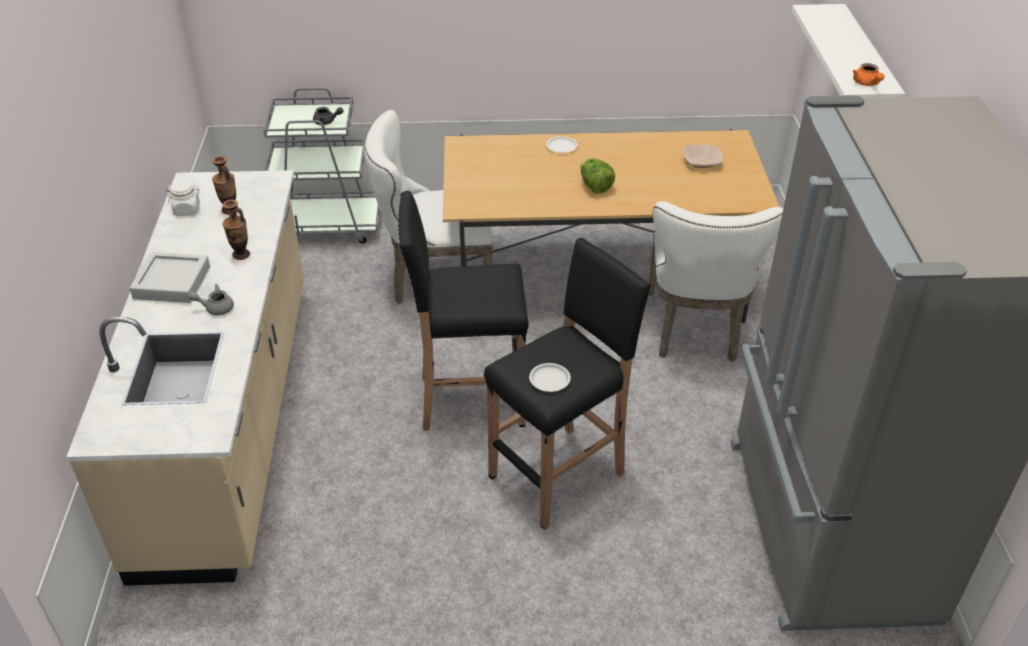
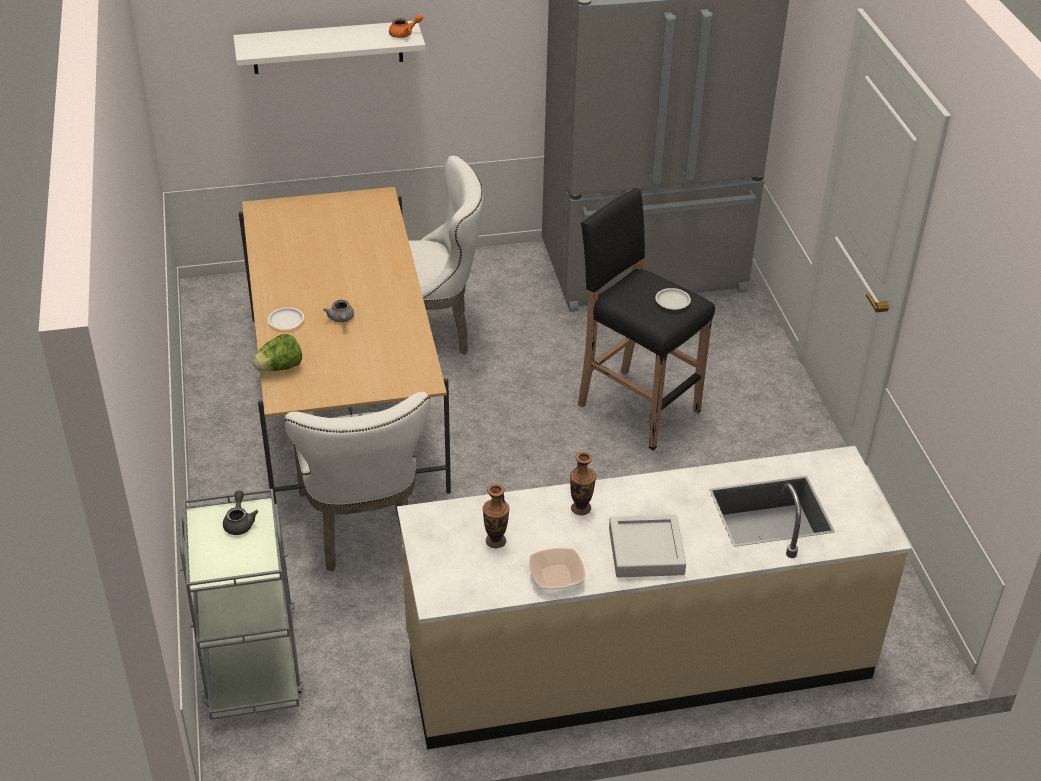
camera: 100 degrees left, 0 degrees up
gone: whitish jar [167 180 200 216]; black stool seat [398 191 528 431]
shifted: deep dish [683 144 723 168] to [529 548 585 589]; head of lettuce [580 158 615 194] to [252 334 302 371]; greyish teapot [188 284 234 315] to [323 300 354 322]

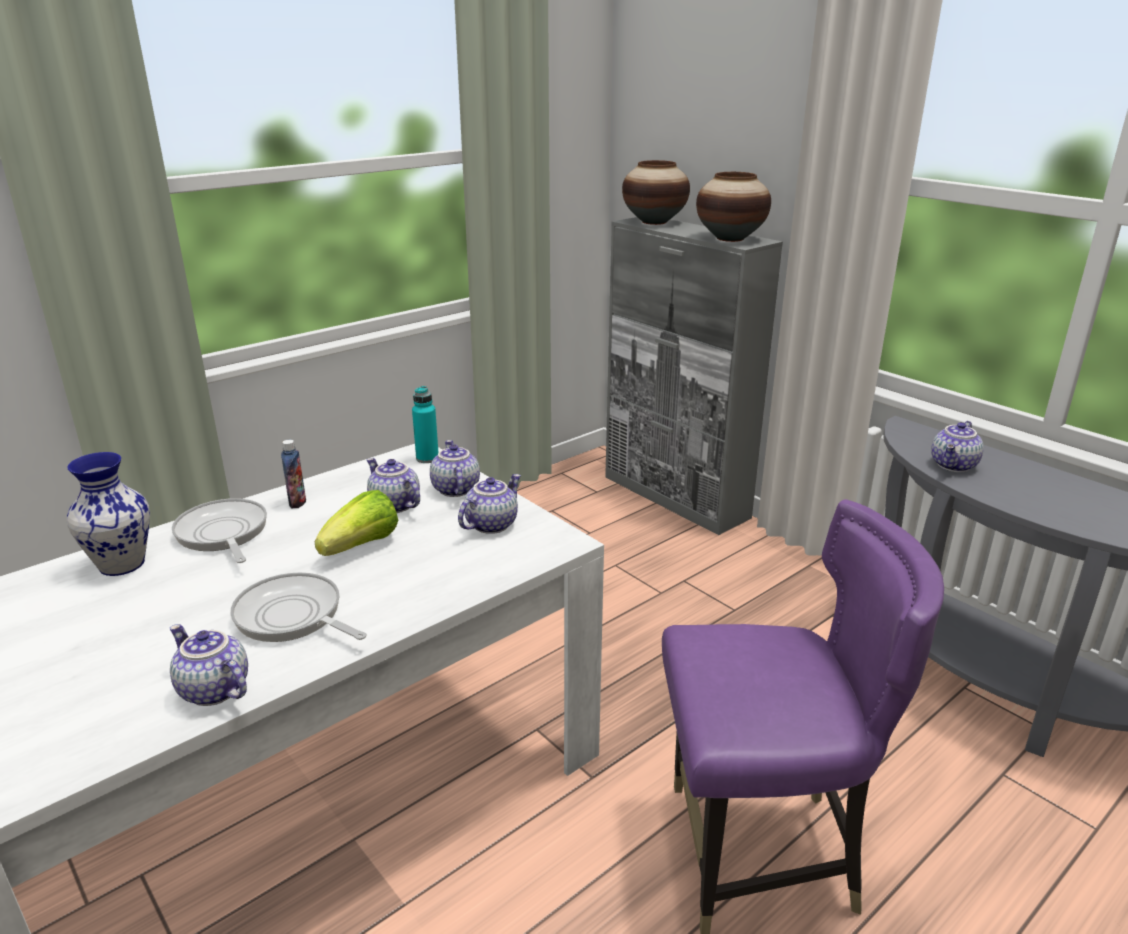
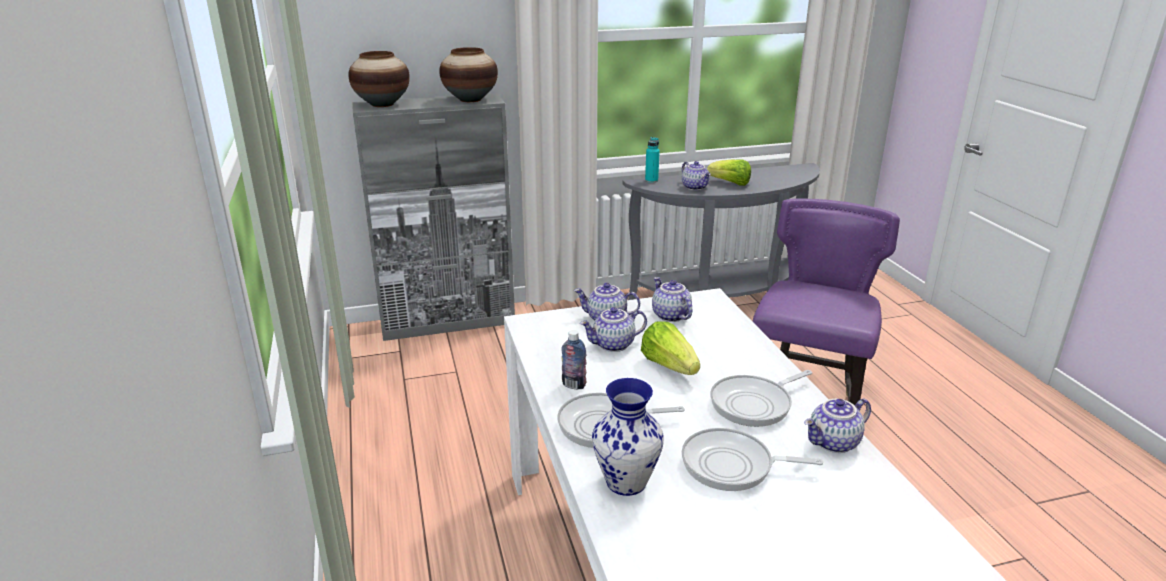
camera: 65 degrees left, 0 degrees up
new: head of lettuce [707 159 751 186]; skillet [681 428 823 491]
shifted: turquoise-coloured drink bottle [412 386 439 463] to [645 137 660 183]

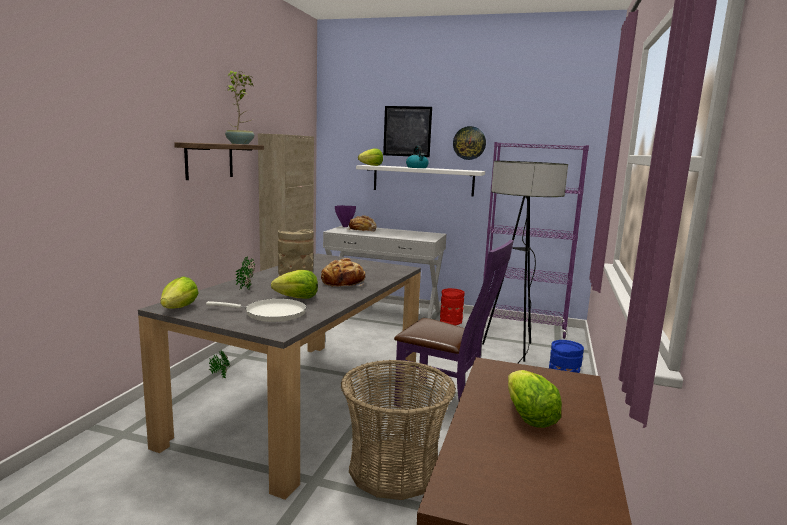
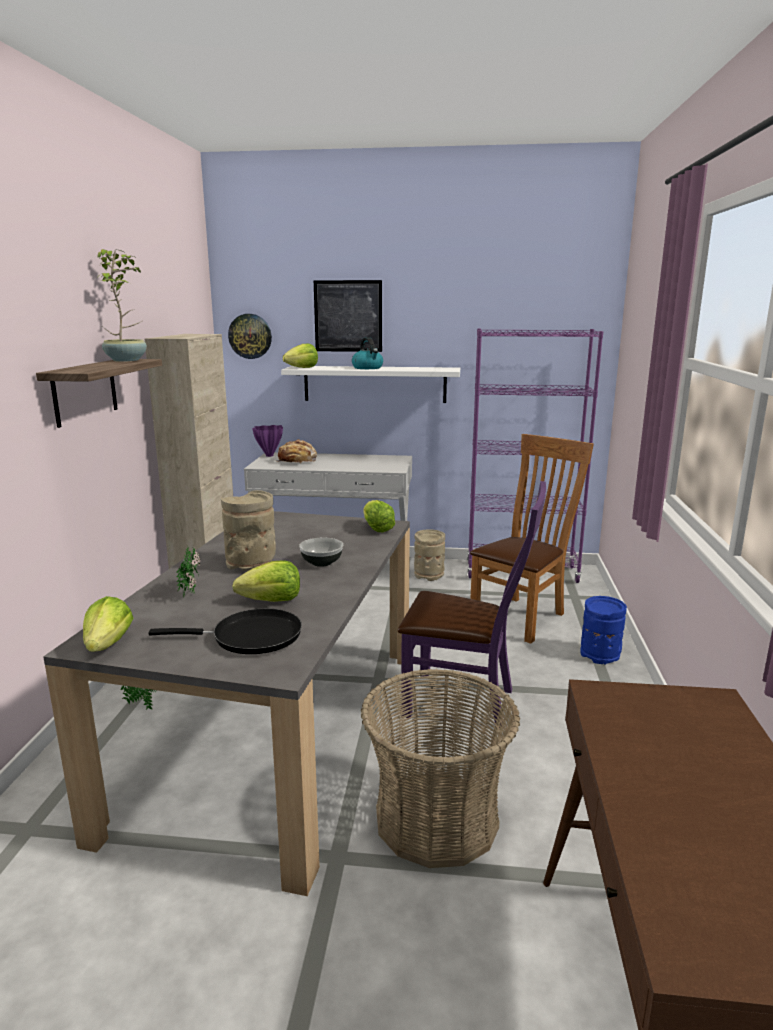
camera: 10 degrees left, 5 degrees up
shifted: clock on the wall [453 126 486 160] to [228 314 272 359]; head of lettuce [508 370 562 428] to [363 500 395 532]
swapped: standing lamp [482 161 568 364] to brown upright chair [470 434 594 644]; baked bread [321 258 365 287] to deep dish [299 538 343 567]
repainted: reddish flower vase [440 288 465 325] to beige-coloured flower vase [414 529 445 581]; whitish skillet [206 299 307 322] to black skillet [148 608 302 654]

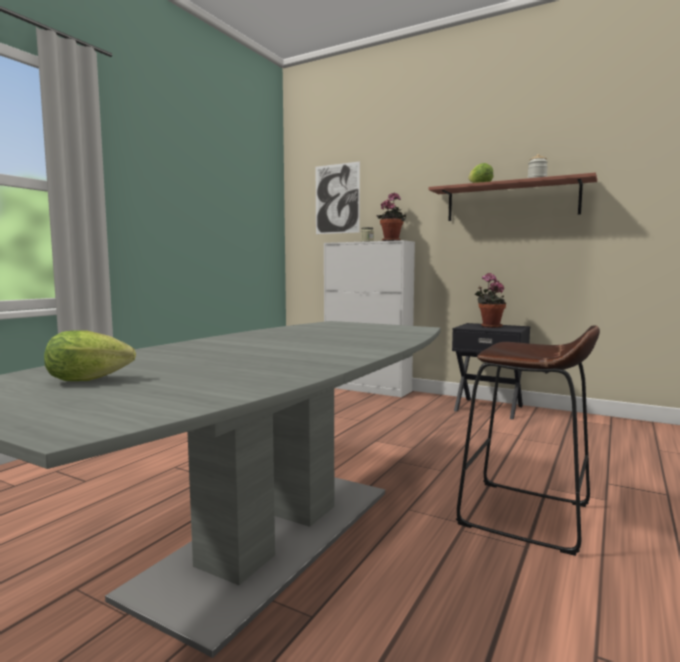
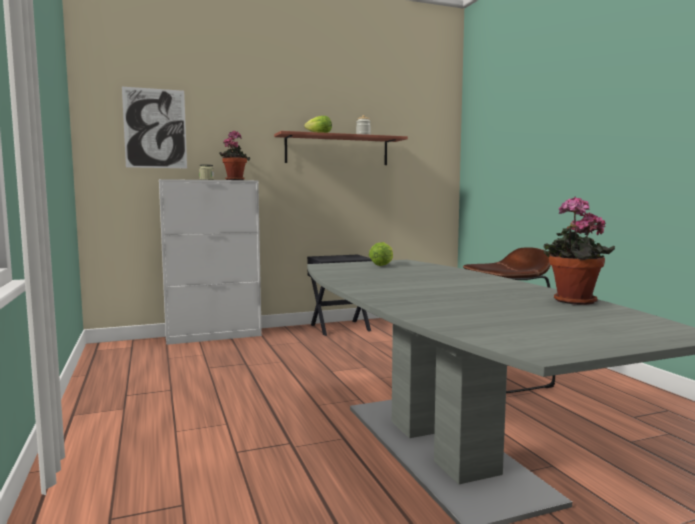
camera: 50 degrees left, 0 degrees up
shifted: houseplant [475 273 506 328] to [544 197 615 305]; head of lettuce [44 330 136 381] to [369 242 393 266]

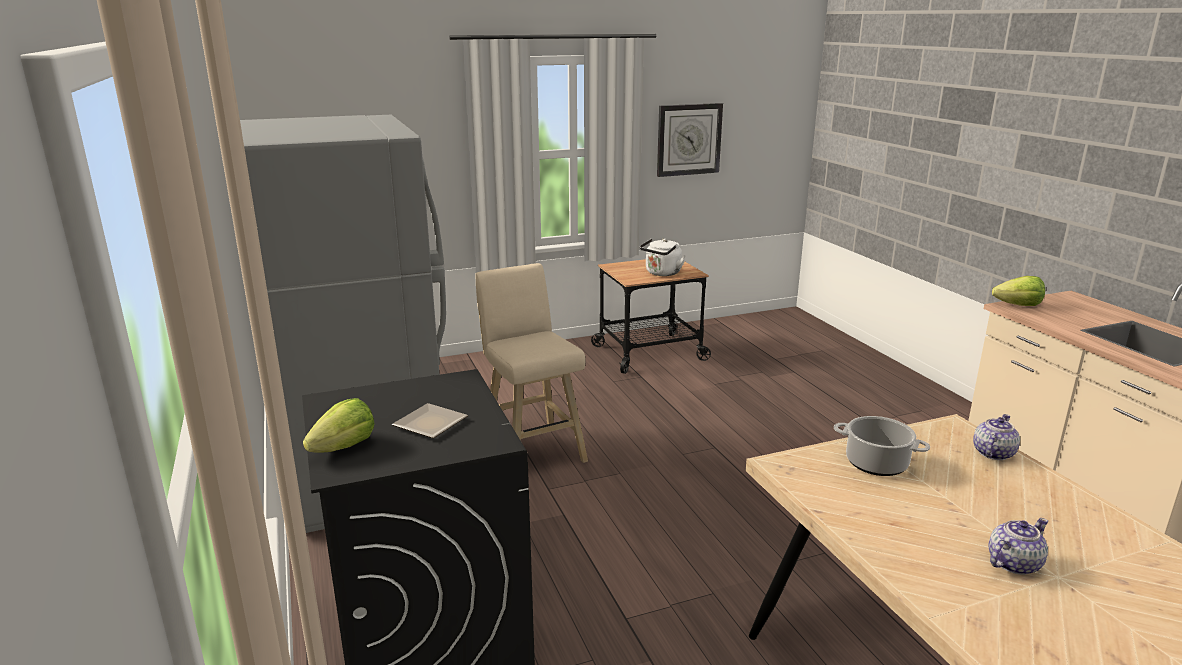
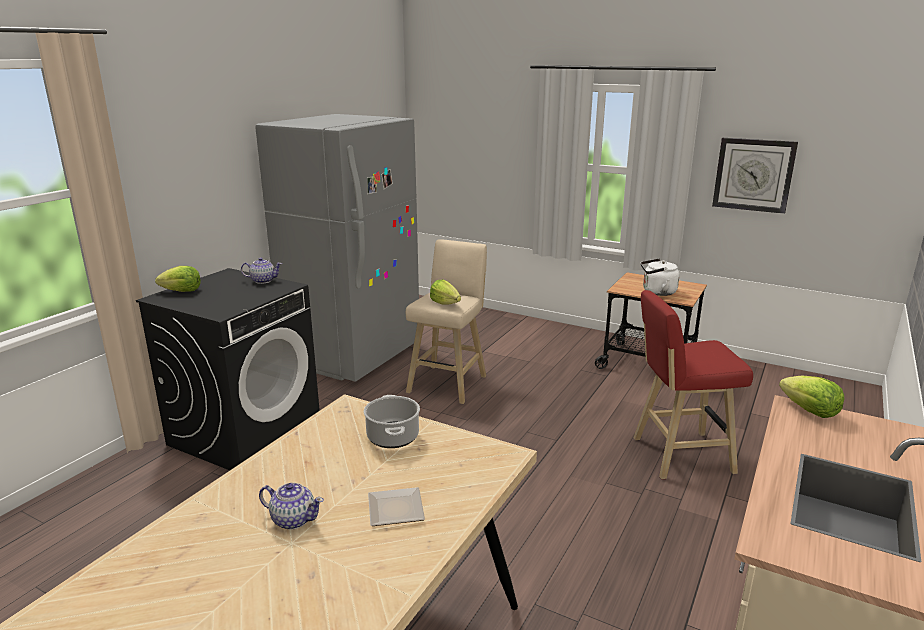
camera: 50 degrees right, 0 degrees up
new: head of lettuce [430 280 461 305]; reddish stool seat [633 290 753 479]
shifted: plate [392 403 468 438] to [368 487 425 526]; teapot [973 414 1020 460] to [241 258 282 284]

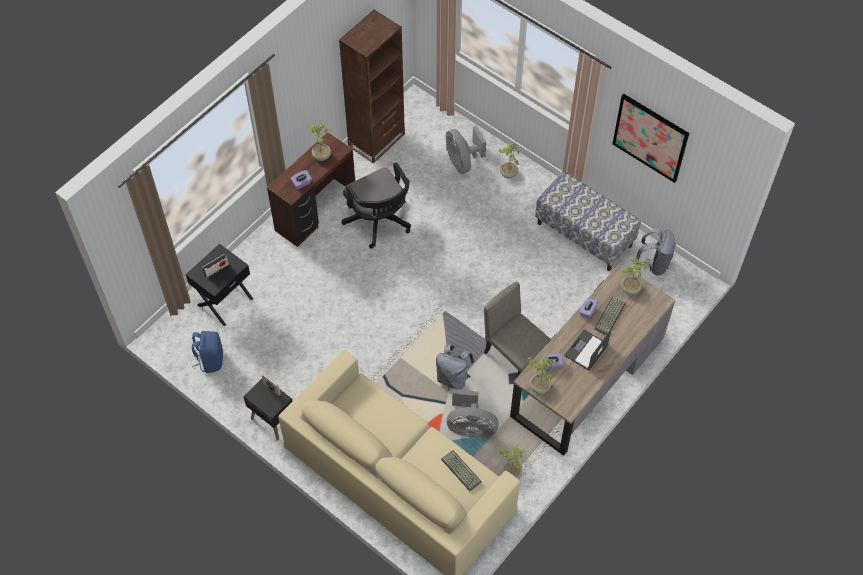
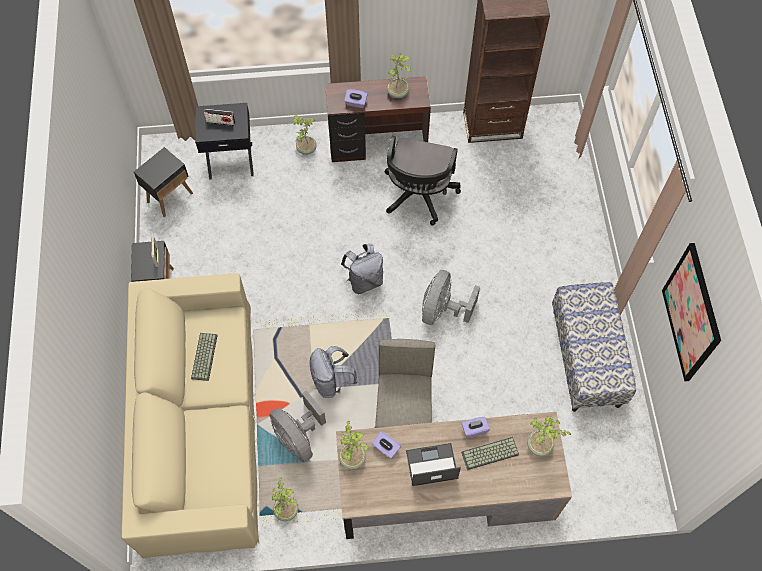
camera: 45 degrees right, 5 degrees up
shifted: greyish cooling fan [446 126 486 174] to [422 270 480 325]; houseplant [498 143 519 179] to [293 115 317 155]; greyish knapsack [636 229 676 275] to [341 244 383 294]; computer keyboard [441 450 482 491] to [191 333 218 381]
swapped: bluish knapsack [192 331 223 373] to black side table [134 147 193 217]

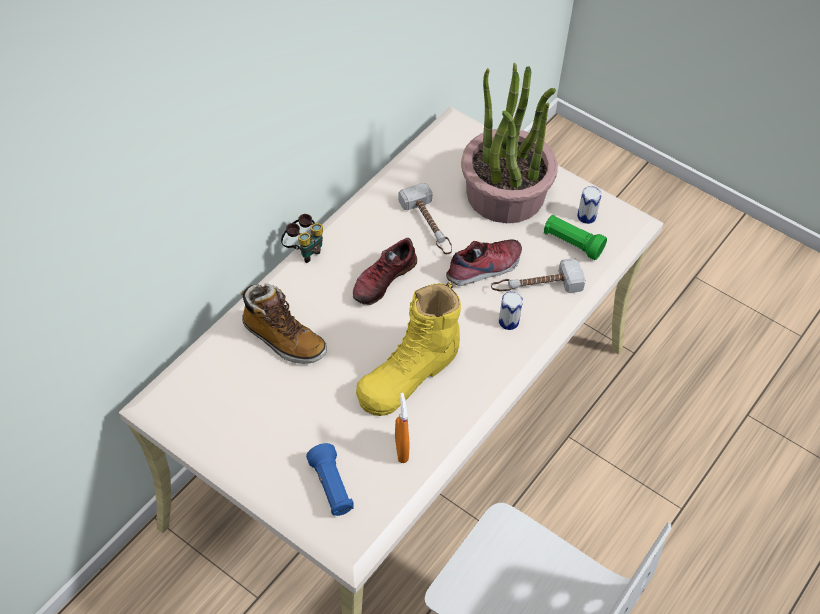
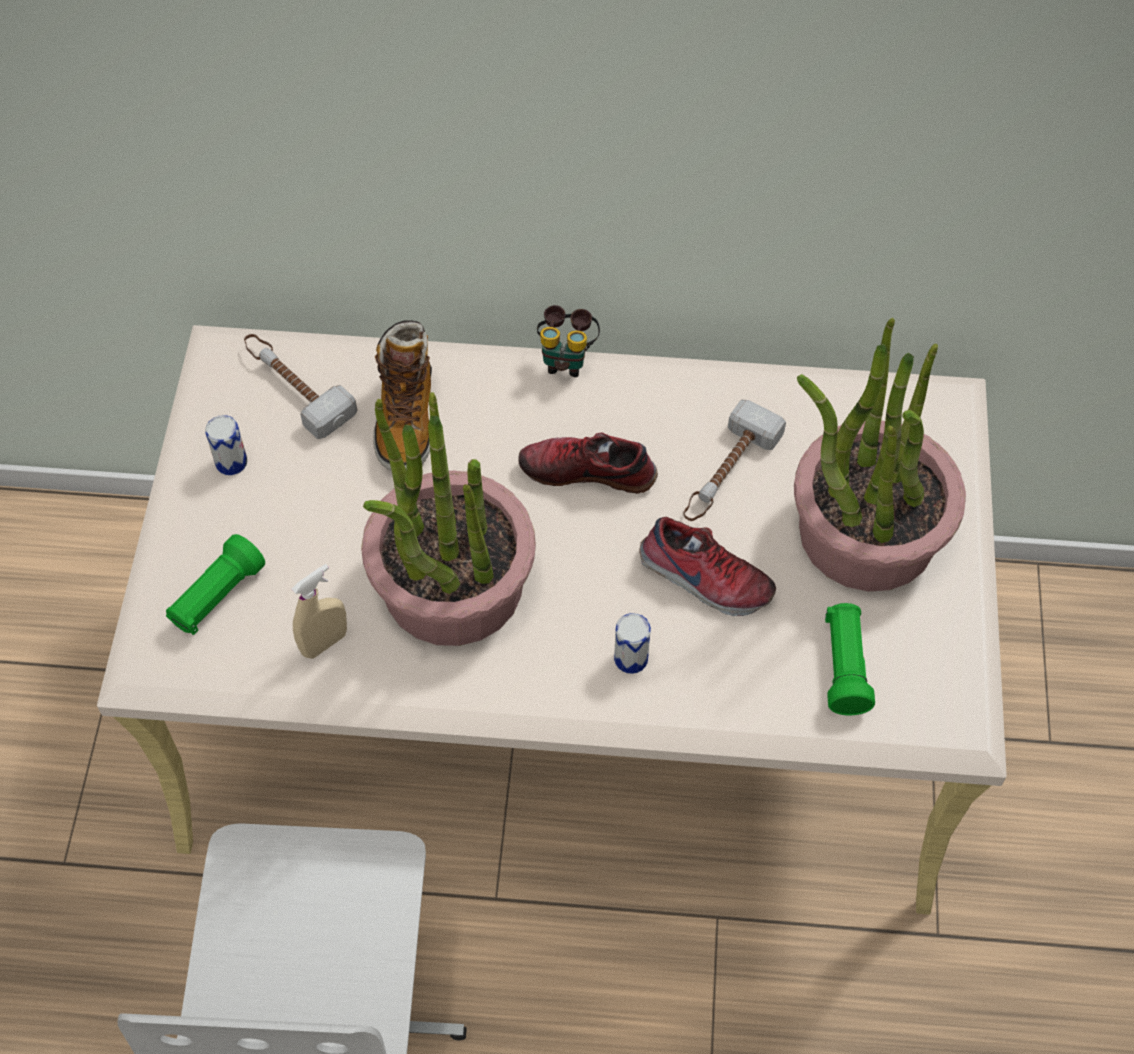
camera: 60 degrees right, 5 degrees up
shifted: sealed can [577 186 602 224] to [205 415 247 475]; hand hammer [491 258 585 293] to [244 334 357 439]
swapped: yellowish boot [356 283 461 416] to houseplant [361 392 536 646]
repainted: orangey spray bottle [395 393 409 463] to beige-coloured spray bottle [292 564 347 659]; bluish hand torch [306 443 354 516] to greenish hand torch [166 534 265 635]

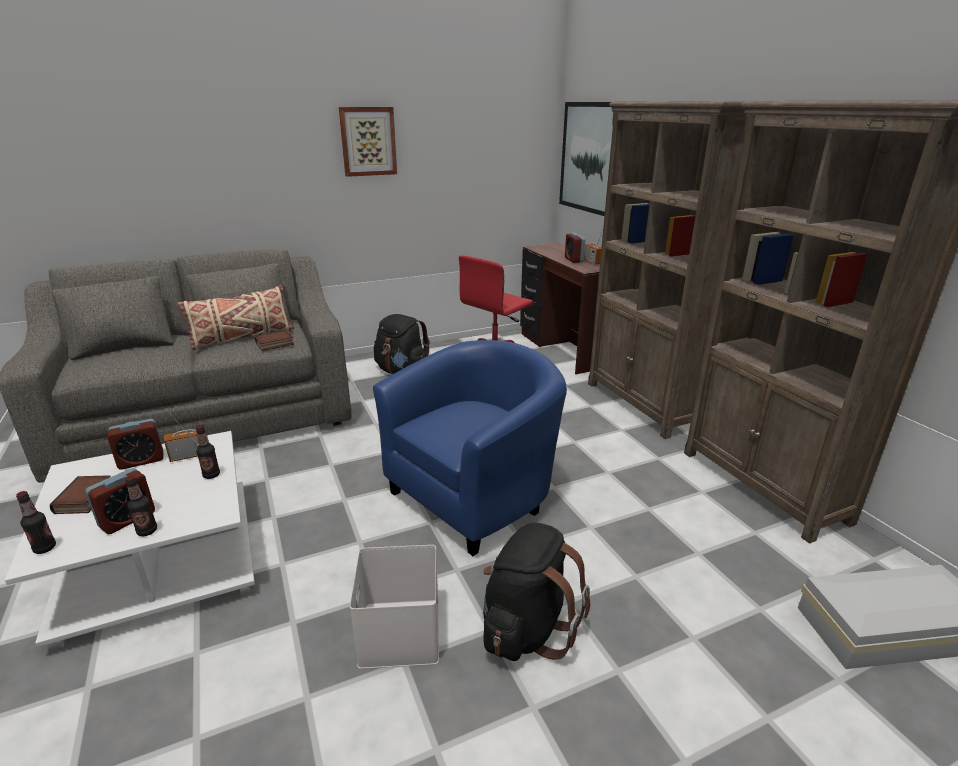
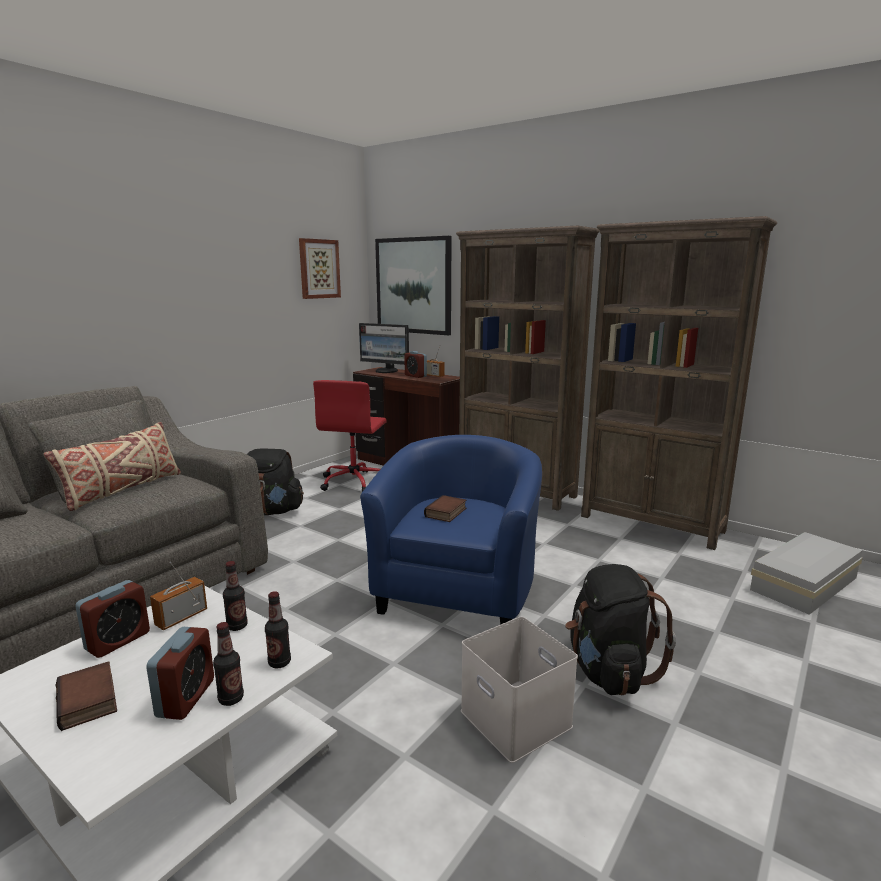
camera: 30 degrees left, 10 degrees down
new: computer display [359 323 409 373]
shifted: picture [339 107 397 177] to [299 238 341 299]; book [255 330 294 351] to [424 495 467 522]; drink bottle [16 491 56 554] to [265 591 291 668]

